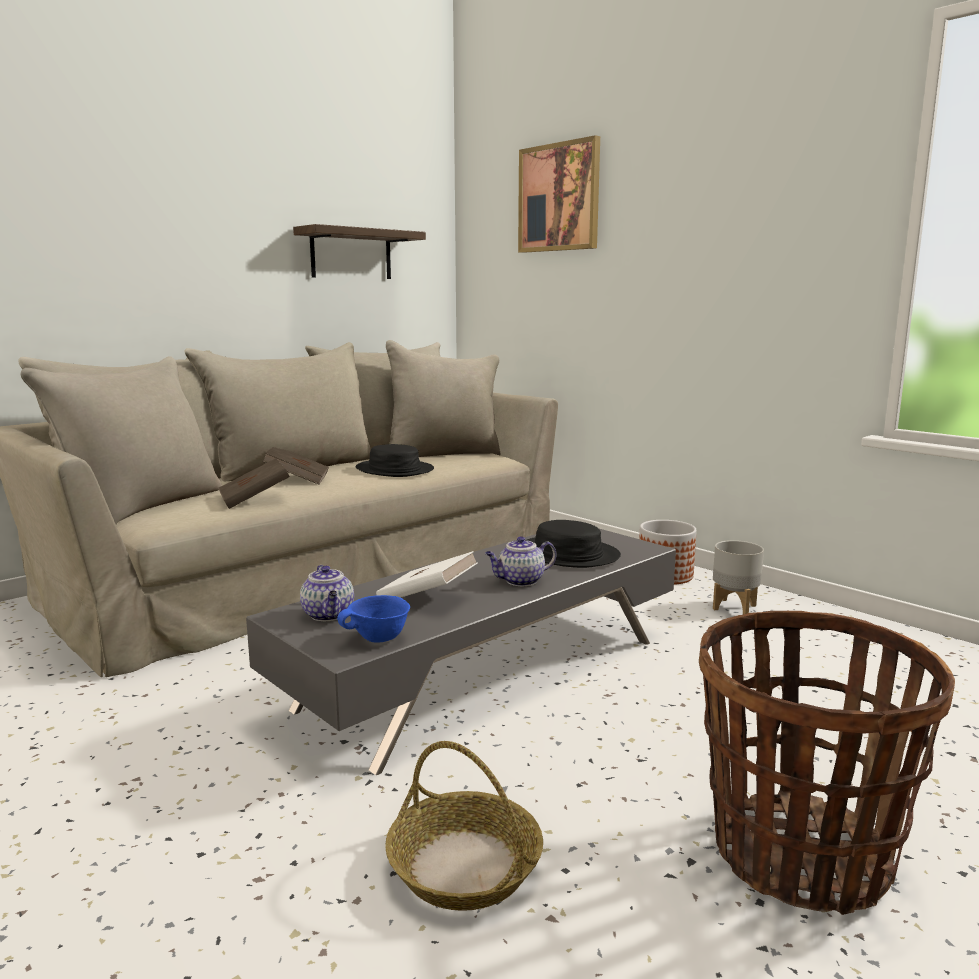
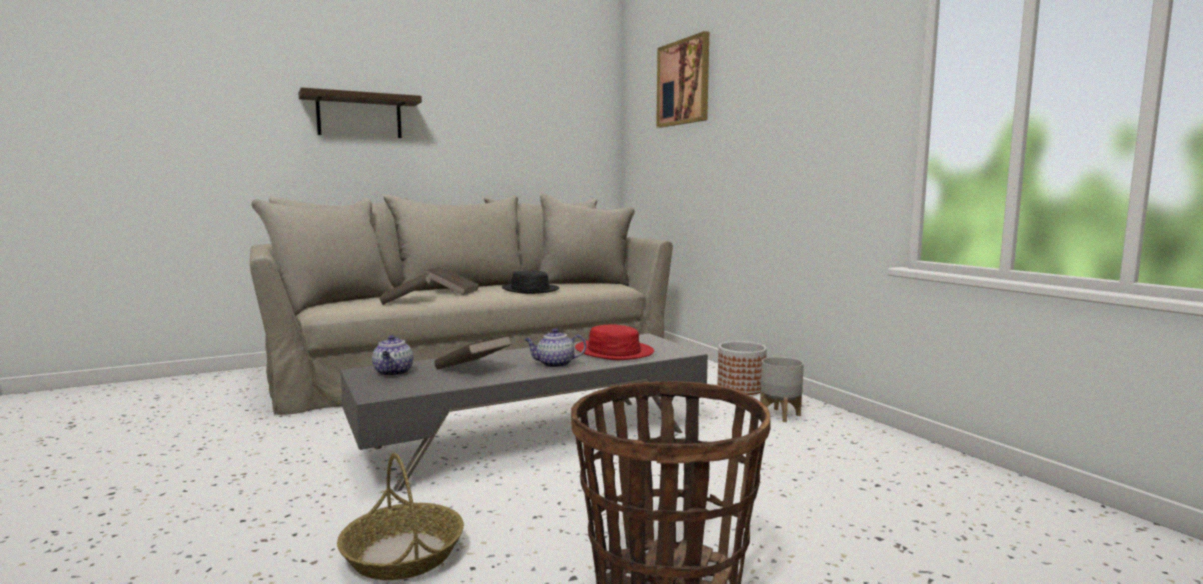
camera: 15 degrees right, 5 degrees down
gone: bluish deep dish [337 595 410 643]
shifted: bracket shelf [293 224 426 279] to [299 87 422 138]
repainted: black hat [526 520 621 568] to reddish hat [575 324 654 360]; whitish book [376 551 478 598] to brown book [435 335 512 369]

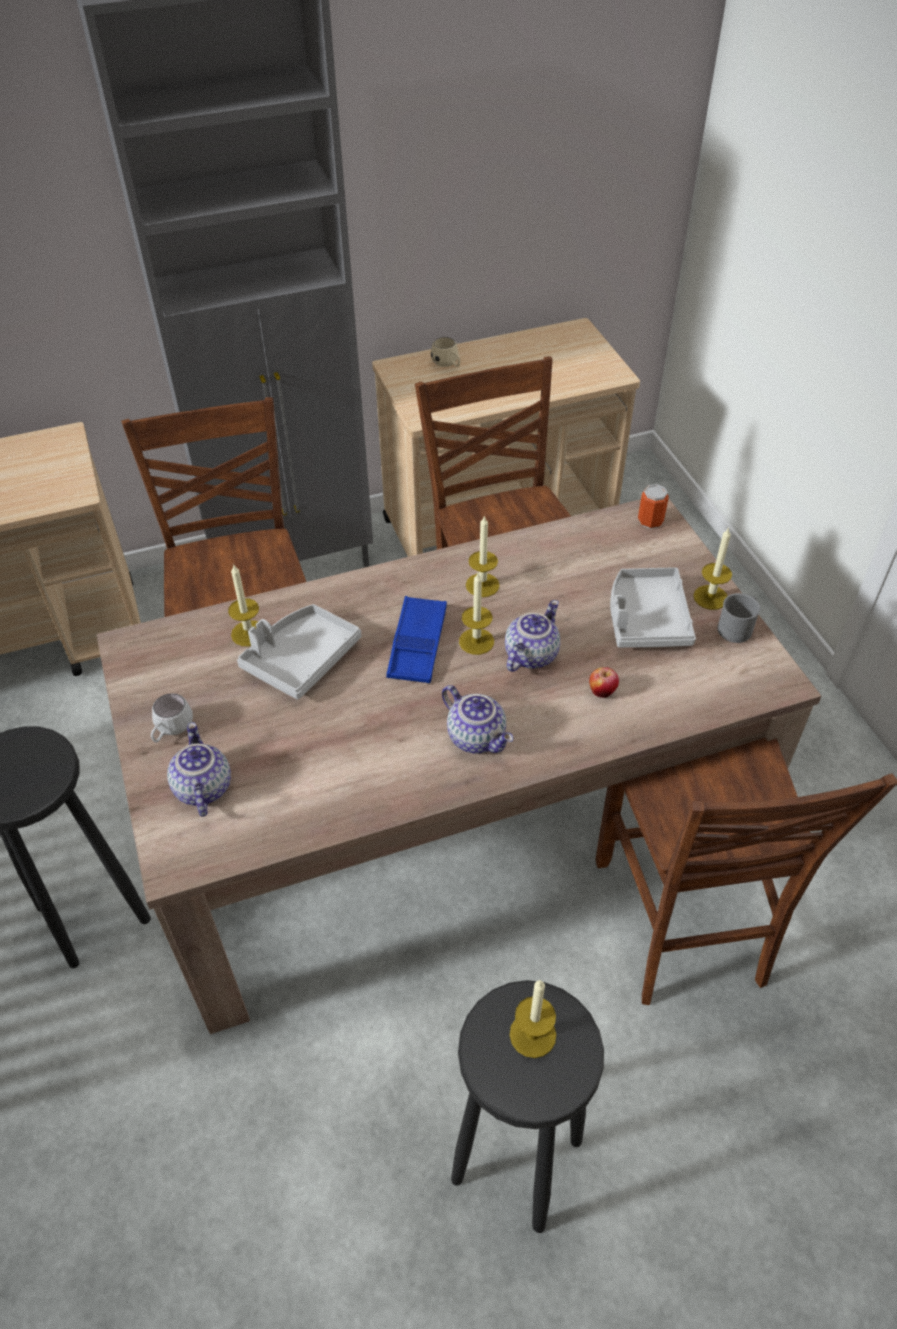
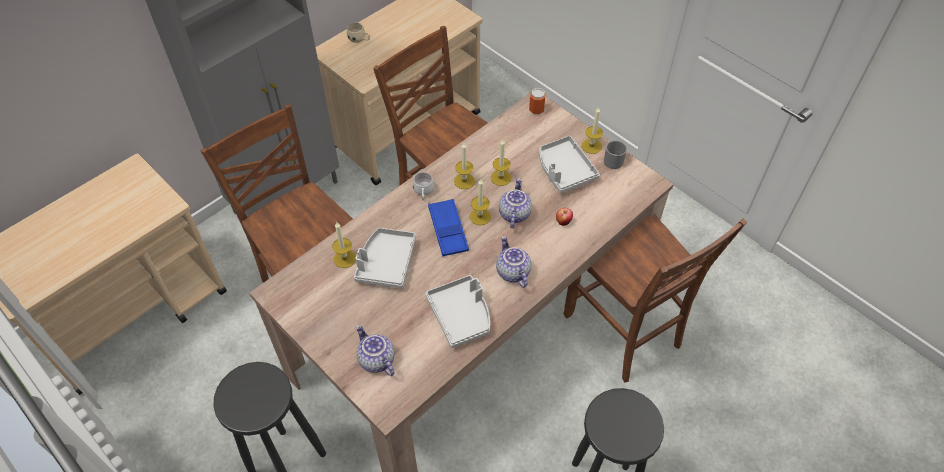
camera: 25 degrees left, 5 degrees up
new: greyish serving tray [425 275 490 348]
shifted: whitish coffee mug [151 693 193 743] to [413 172 434 200]; wax candle [510 980 556 1058] to [491 140 511 186]
rotated: teapot [442 685 513 754] = [496 236 531 288] 135 degrees counterclockwise

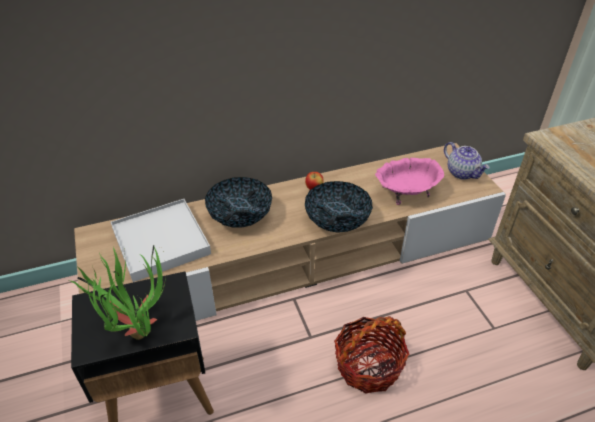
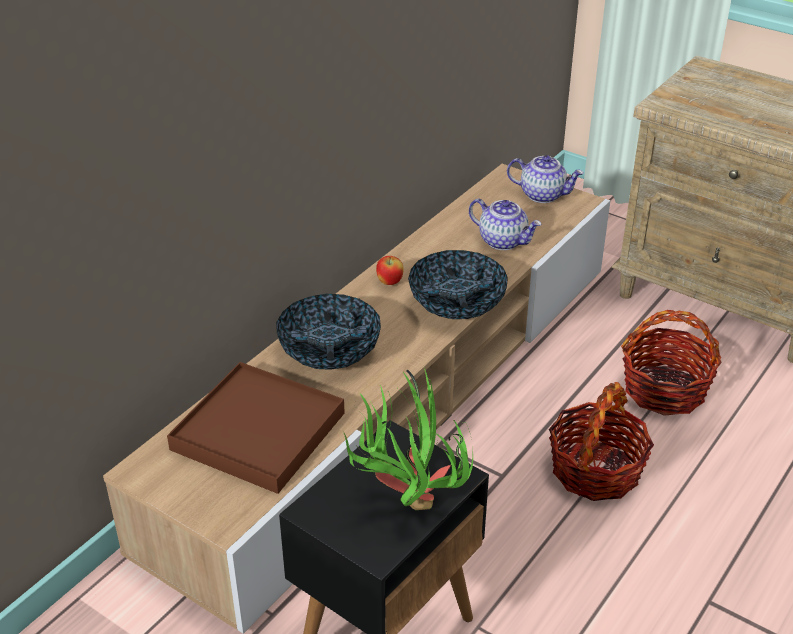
camera: 35 degrees left, 5 degrees down
new: basket [621 310 722 416]
swapped: pink deep dish [375 158 444 205] to teapot [469 199 542 250]
repainted: whitish serving tray [111 199 211 282] to brown serving tray [167 362 345 494]

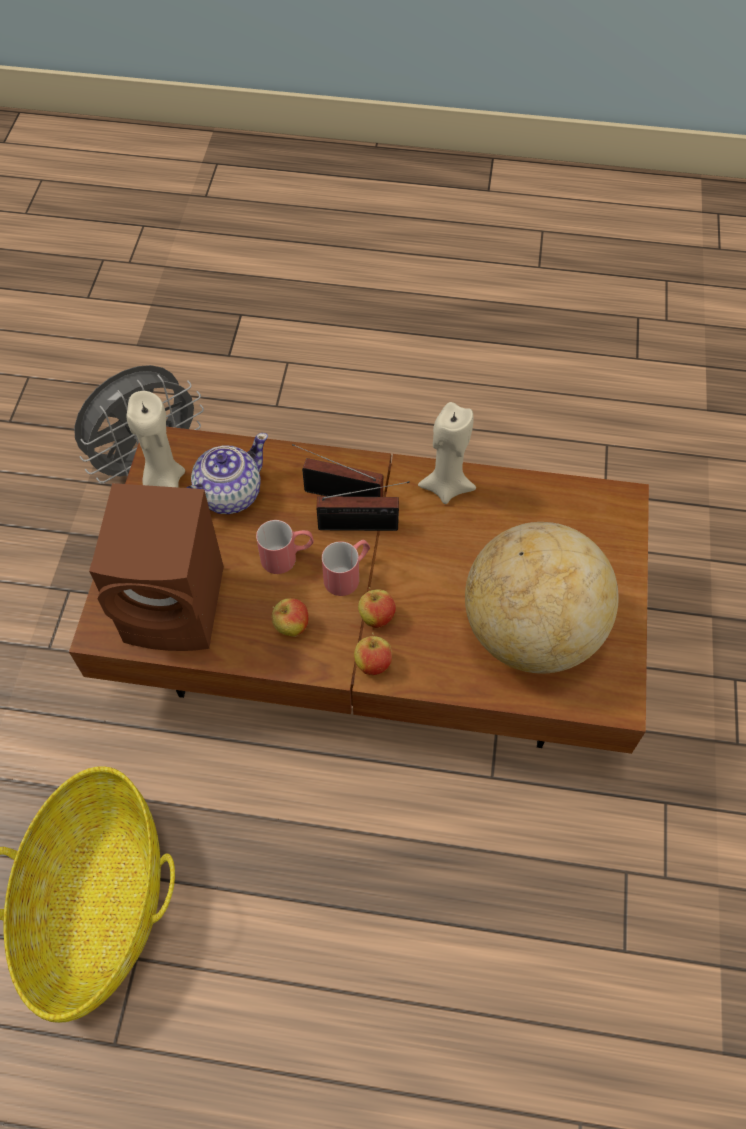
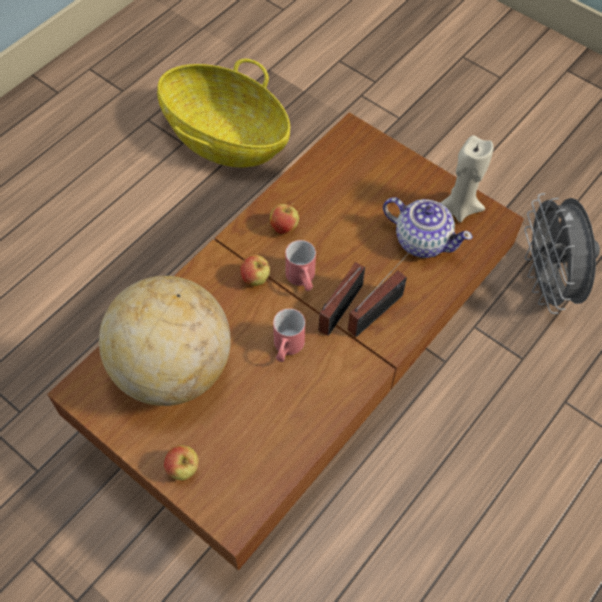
camera: 120 degrees right, 0 degrees up
gone: beige-coloured wax candle [418 402 476 504]; brown loudspeaker [89 483 224 651]
shifted: reddish coffee mug [256 520 314 574] to [273 308 305 362]; apple fruit [354 632 392 675] to [164 445 199 480]
rotated: teapot [187 433 268 514] = [383 197 473 258] 45 degrees counterclockwise

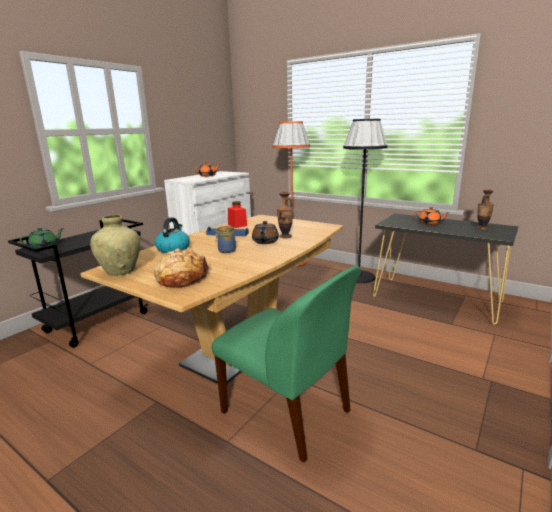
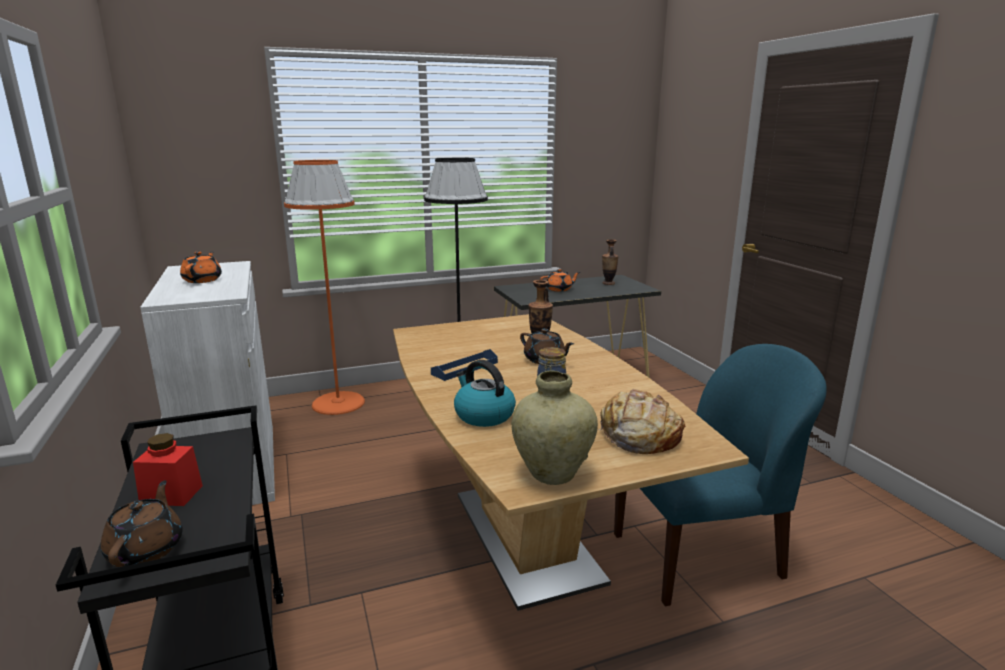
camera: 55 degrees left, 0 degrees up
shifted: reddish jar [228 201 247 228] to [133 433 203 506]
repainted: greenish teapot [19 228 64 248] to brown teapot [101 480 183 567]; greenish upright chair [212 266 361 463] to bluish upright chair [614 344 827 607]

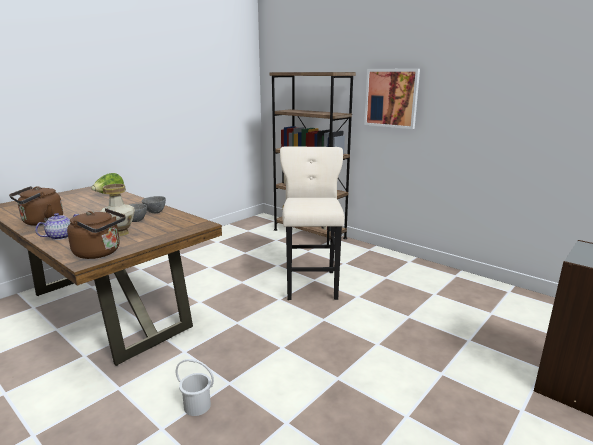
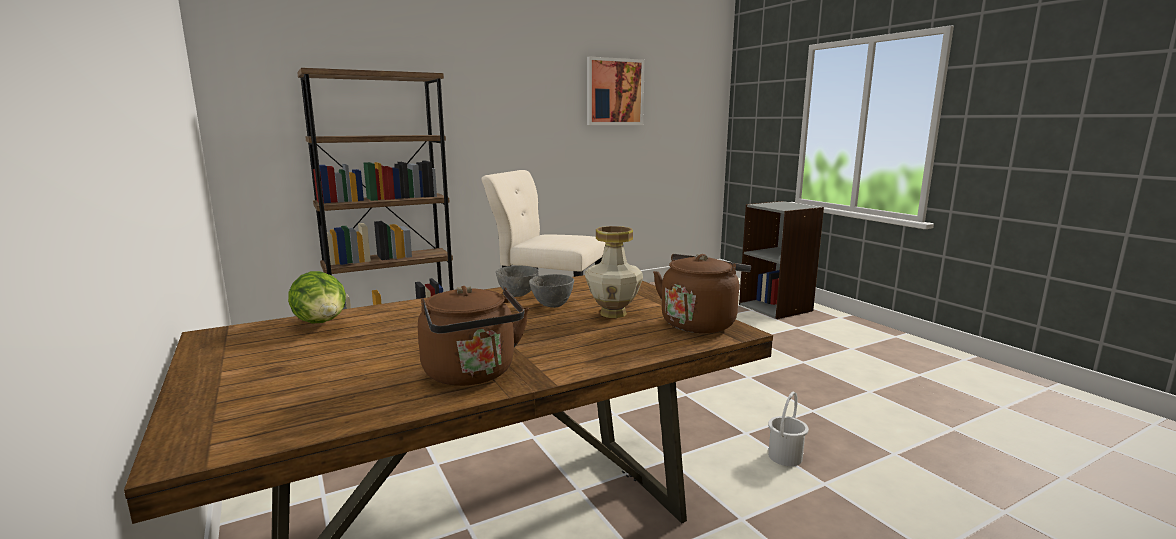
camera: 70 degrees left, 5 degrees down
gone: teapot [35 213 79 240]
shifted: picture [364 69 420 129] to [587 56 645 125]

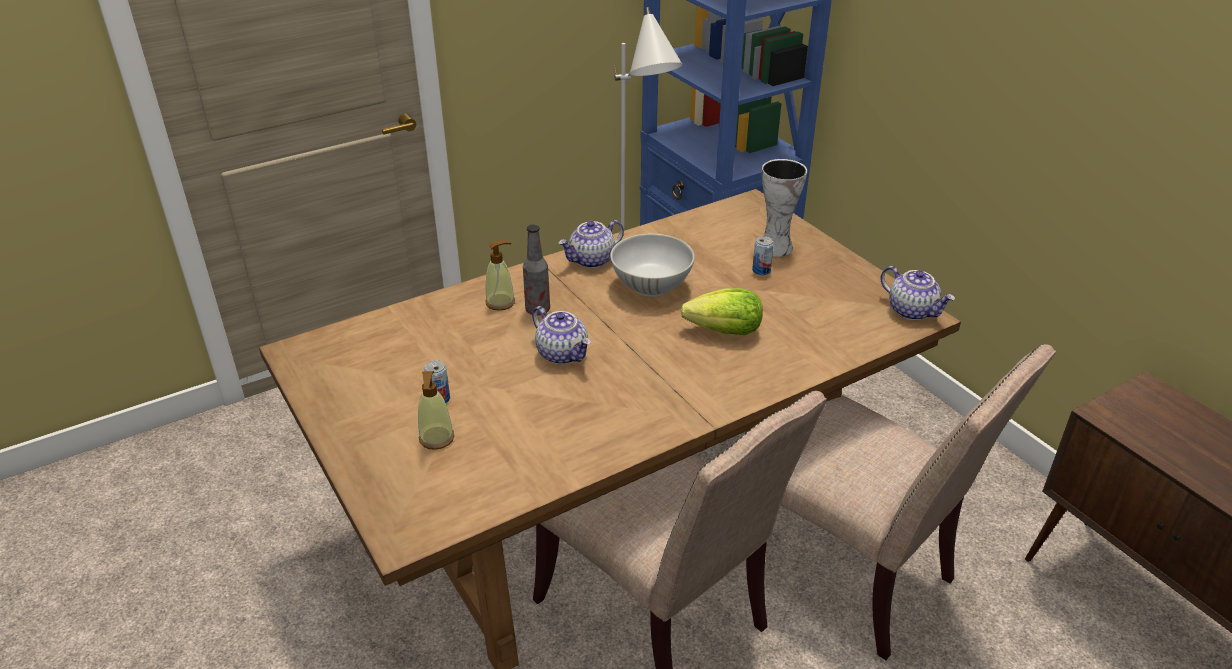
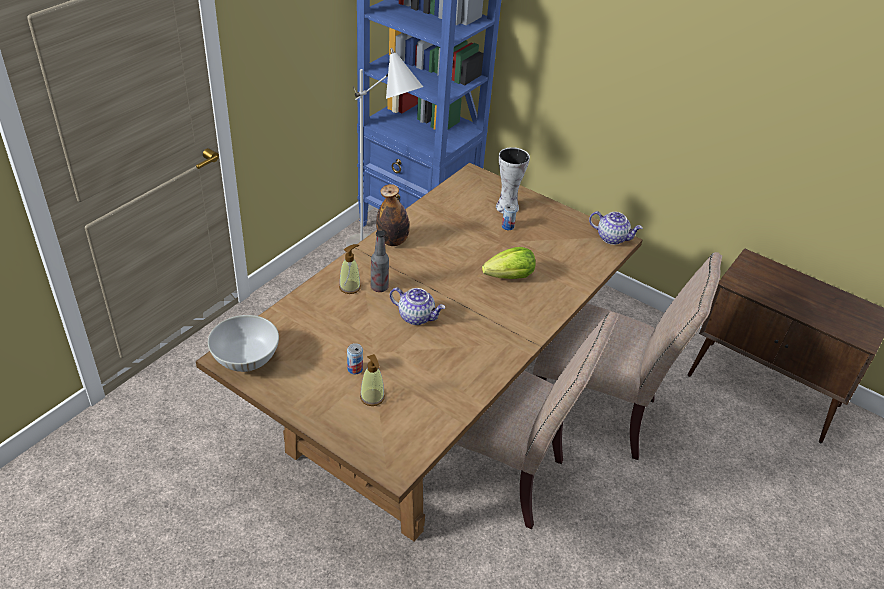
camera: 25 degrees left, 5 degrees up
shifted: whitish deep dish [610 234 695 297] to [208 315 279 372]
swapped: teapot [558 220 624 268] to drink bottle [376 184 410 246]

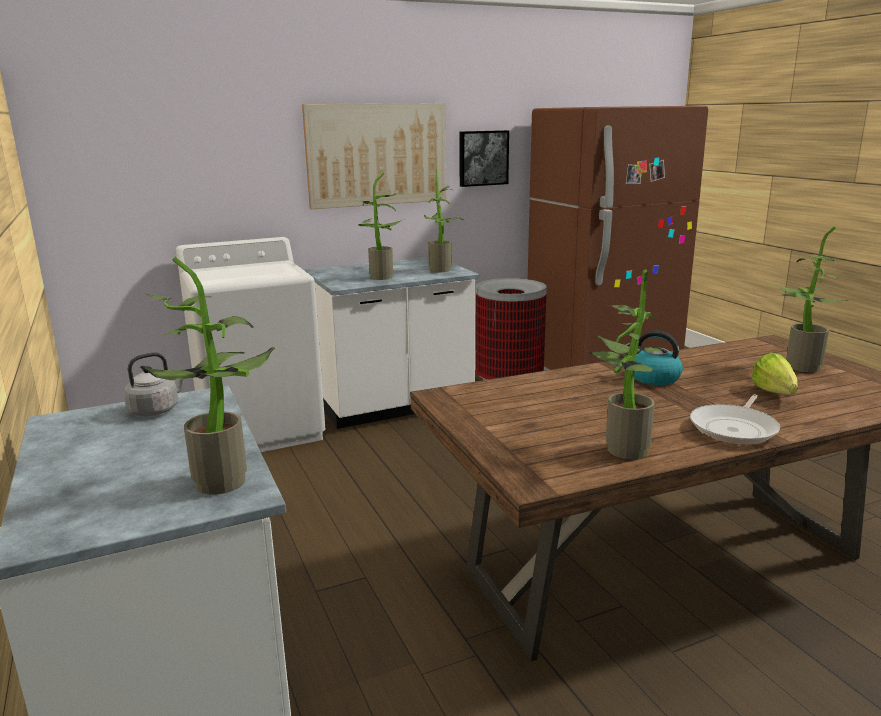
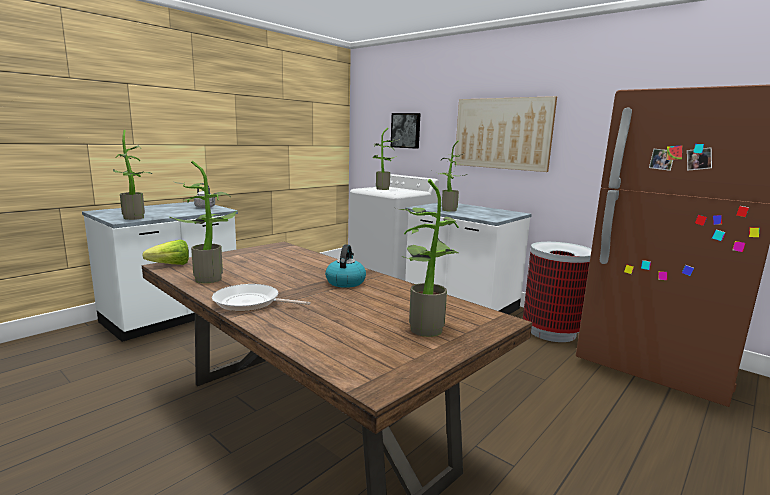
camera: 65 degrees right, 5 degrees down
shifted: picture [459 130 509 187] to [391 113 421 149]; houseplant [424 169 464 272] to [373 128 400 190]; head of lettuce [751 353 798 394] to [142 240 189 265]

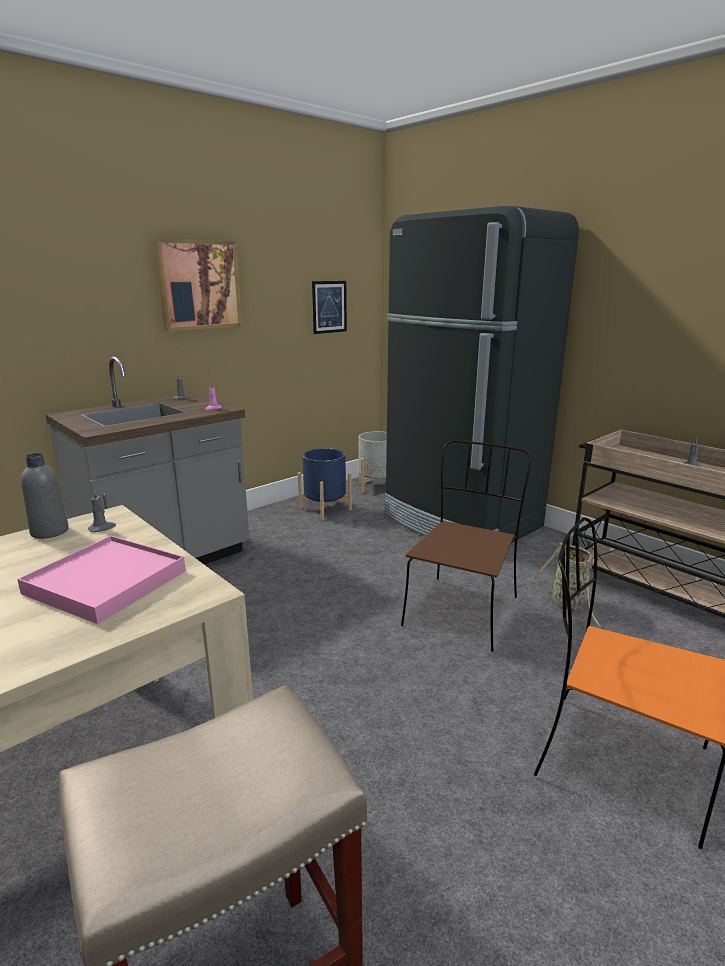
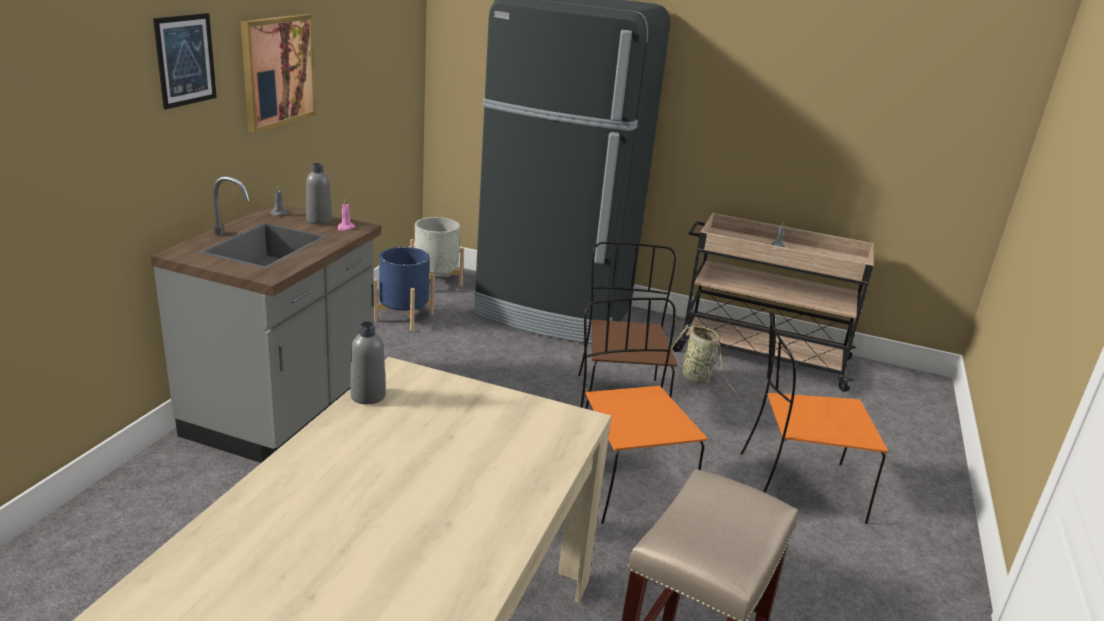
camera: 30 degrees left, 5 degrees up
gone: greyish wax candle [88 489 116 532]; pink serving tray [17 536 186 624]
new: greyish drink bottle [306 163 332 224]; orangey upright chair [580 298 707 524]
shifted: picture [312 281 347 334] to [153 13 217 110]

